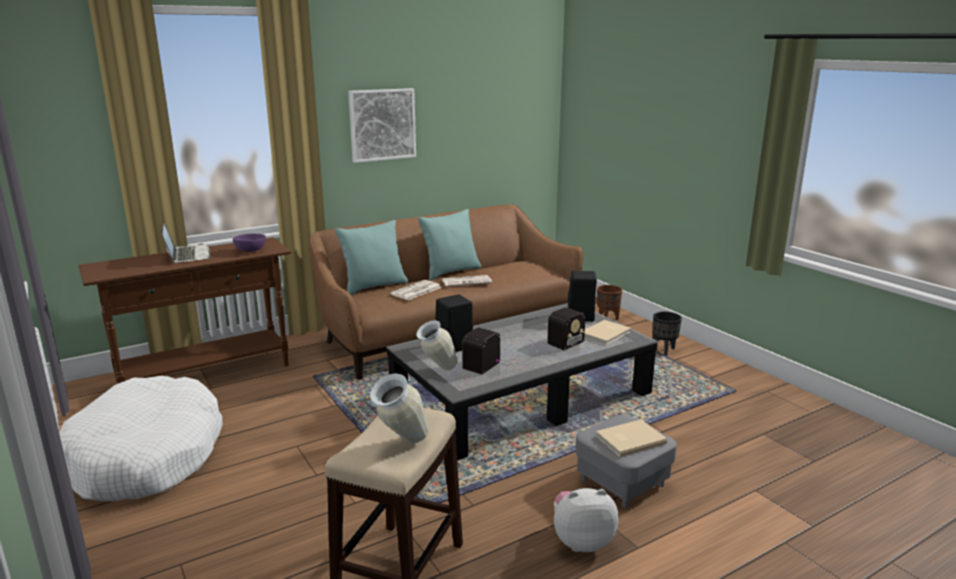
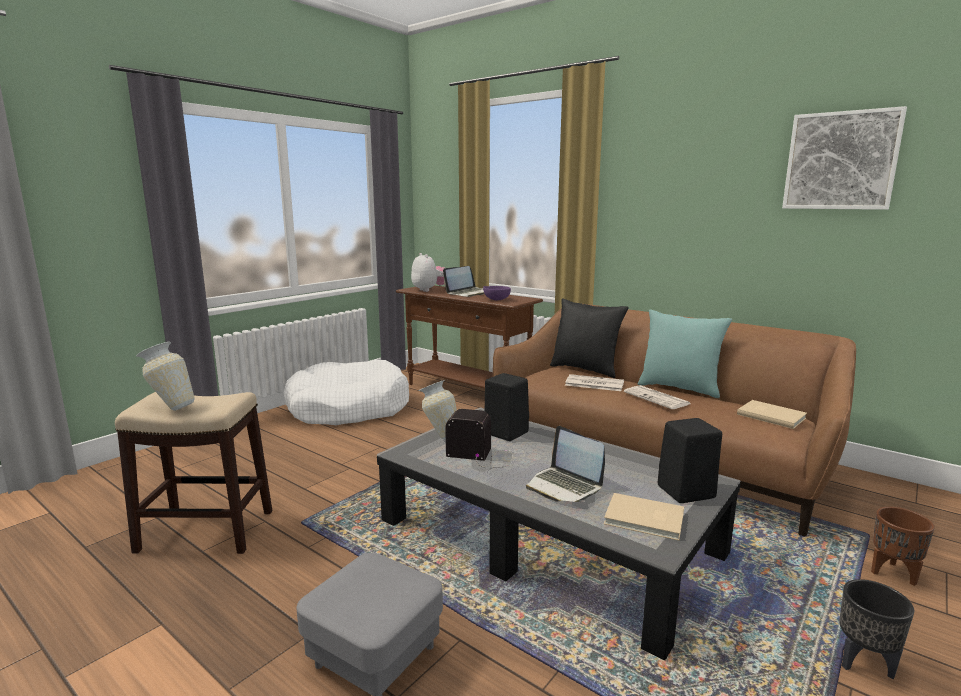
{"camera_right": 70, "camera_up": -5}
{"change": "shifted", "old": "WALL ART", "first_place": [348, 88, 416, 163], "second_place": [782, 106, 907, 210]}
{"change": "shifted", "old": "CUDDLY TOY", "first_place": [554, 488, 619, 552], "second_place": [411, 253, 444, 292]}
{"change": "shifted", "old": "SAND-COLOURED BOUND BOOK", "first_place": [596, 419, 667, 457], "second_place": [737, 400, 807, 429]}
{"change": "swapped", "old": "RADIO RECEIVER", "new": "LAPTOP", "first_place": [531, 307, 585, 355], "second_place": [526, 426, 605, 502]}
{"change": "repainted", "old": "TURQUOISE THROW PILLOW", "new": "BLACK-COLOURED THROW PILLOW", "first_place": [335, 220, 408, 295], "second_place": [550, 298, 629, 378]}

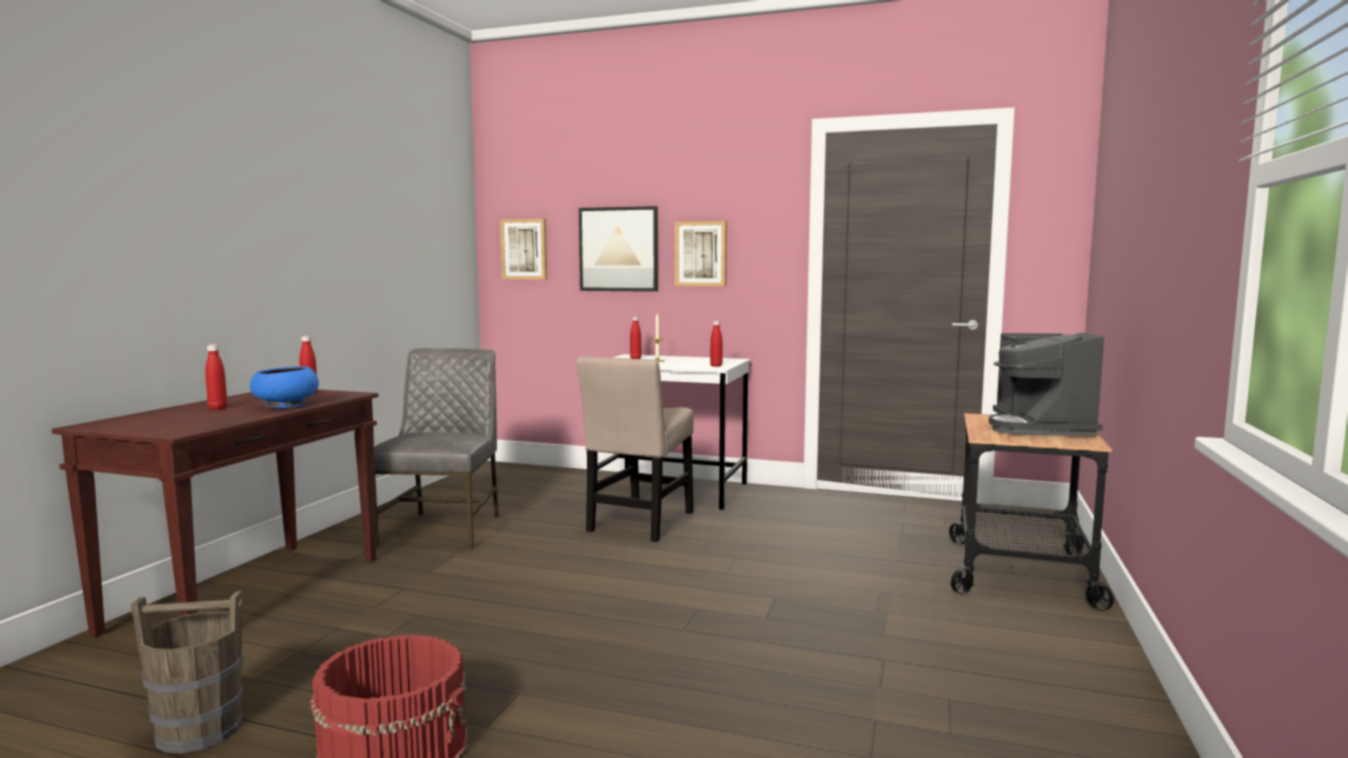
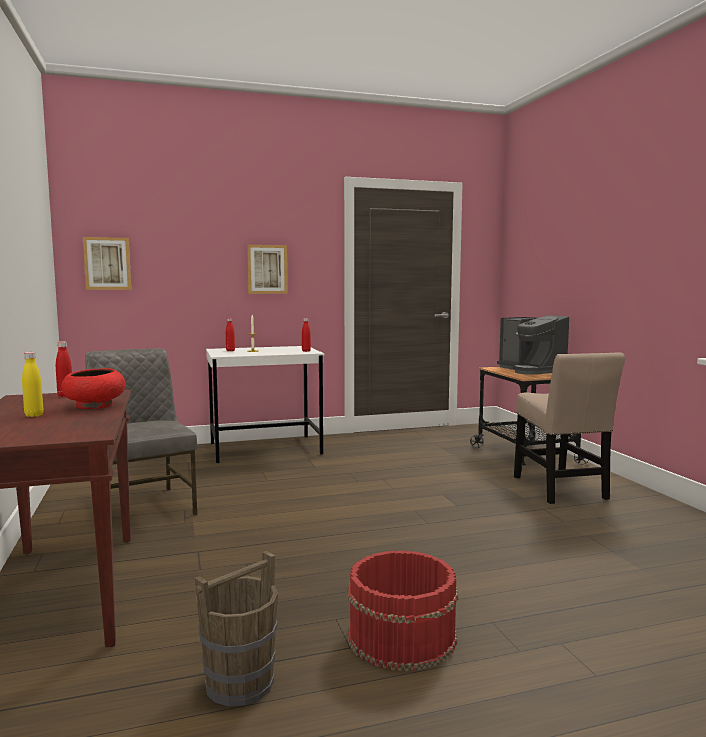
{"camera_right": -35, "camera_up": 0}
{"change": "gone", "old": "WALL ART", "first_place": [579, 206, 658, 292]}
{"change": "shifted", "old": "SAND-COLOURED PLAIN CHAIR", "first_place": [576, 356, 694, 542], "second_place": [514, 352, 625, 504]}
{"change": "repainted", "old": "RED-COLOURED BOTTLE", "new": "YELLOW-COLOURED BOTTLE", "first_place": [205, 344, 227, 410], "second_place": [22, 352, 43, 417]}
{"change": "repainted", "old": "BLUE DEEP DISH", "new": "RED-COLOURED DEEP DISH", "first_place": [250, 366, 319, 408], "second_place": [61, 368, 125, 409]}

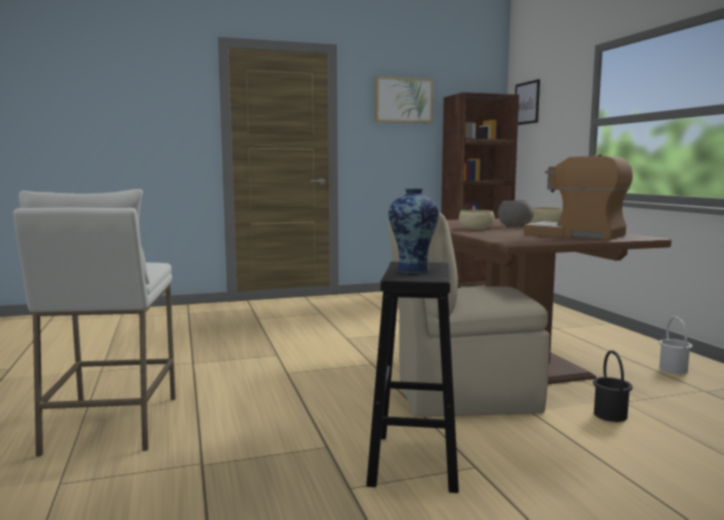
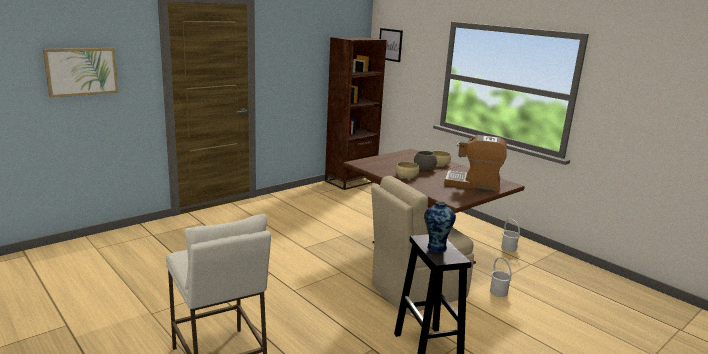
{"camera_right": -25, "camera_up": 10}
{"change": "shifted", "old": "WALL ART", "first_place": [375, 76, 433, 123], "second_place": [43, 48, 119, 98]}
{"change": "repainted", "old": "BLACK-COLOURED WATER BUCKET", "new": "WHITE-COLOURED WATER BUCKET", "first_place": [593, 351, 633, 422], "second_place": [490, 257, 512, 297]}

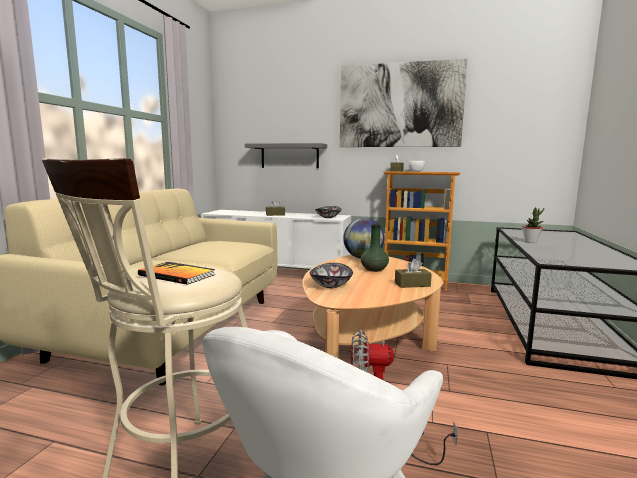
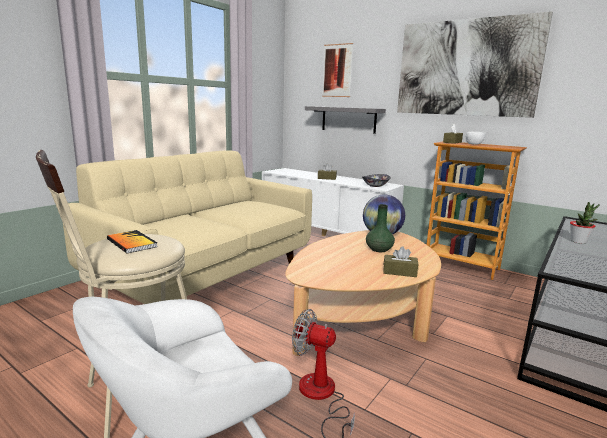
{"camera_right": 20, "camera_up": 5}
{"change": "gone", "old": "DEEP DISH", "first_place": [310, 263, 353, 288]}
{"change": "new", "new": "WALL ART", "second_place": [322, 43, 353, 97]}

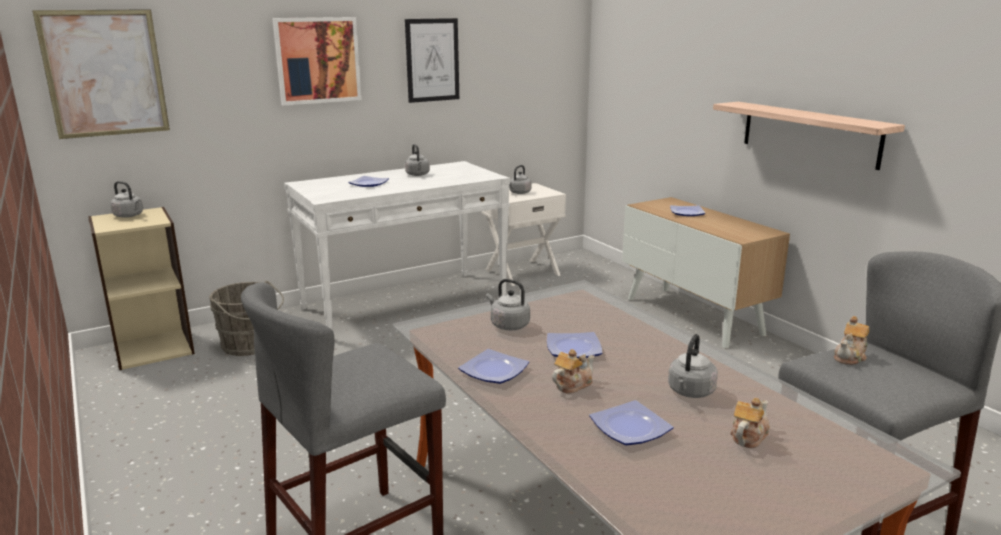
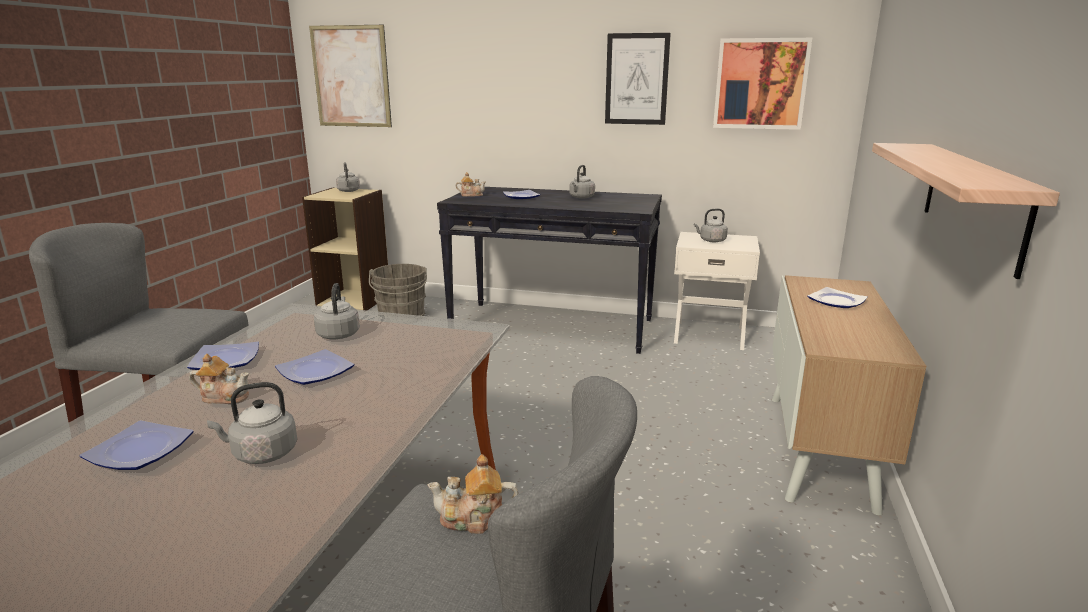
{"camera_right": 45, "camera_up": 0}
{"change": "shifted", "old": "WALL ART", "first_place": [272, 17, 362, 106], "second_place": [713, 38, 812, 130]}
{"change": "shifted", "old": "TEA POT", "first_place": [730, 398, 770, 448], "second_place": [456, 172, 486, 197]}
{"change": "repainted", "old": "WHITE-COLOURED CONSOLE TABLE", "new": "BLACK-COLOURED CONSOLE TABLE", "first_place": [284, 161, 510, 330], "second_place": [437, 187, 662, 354]}

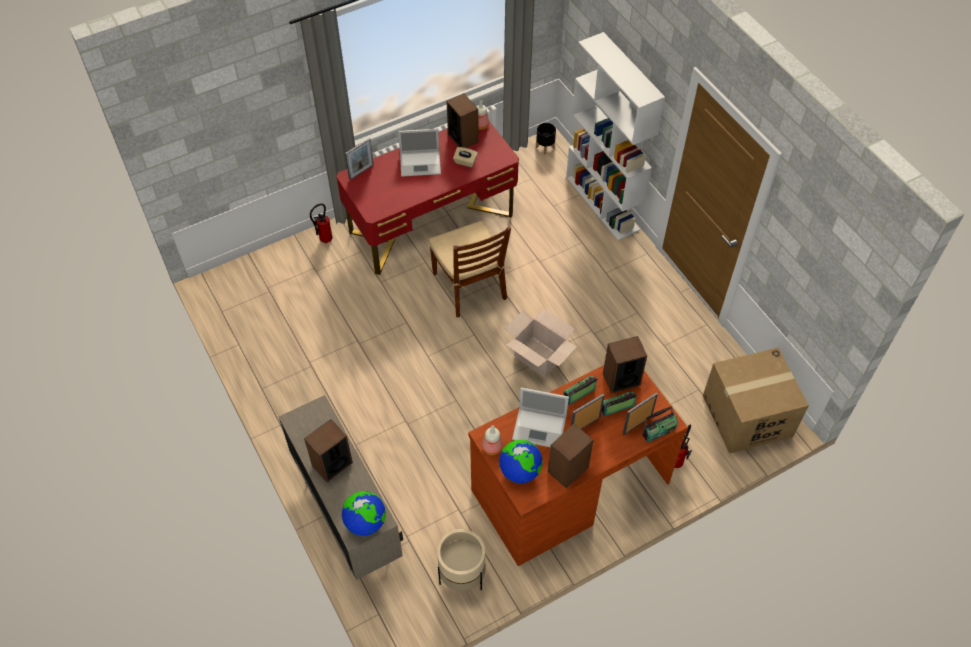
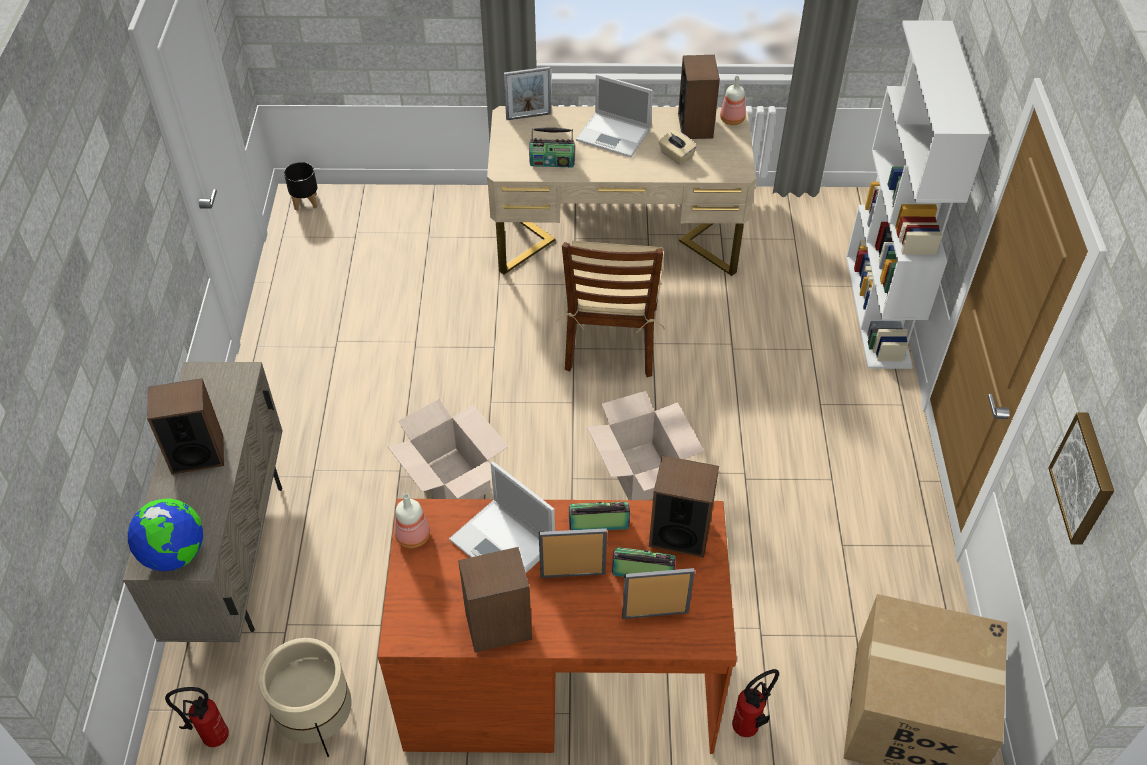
{"camera_right": 30, "camera_up": -5}
{"change": "gone", "old": "DESK GLOBE", "first_place": [499, 440, 543, 483]}
{"change": "new", "new": "CARTON", "second_place": [388, 399, 509, 499]}
{"change": "new", "new": "WALL ART", "second_place": [1048, 412, 1114, 545]}
{"change": "shifted", "old": "FIRE-FIGHTING CYLINDER", "first_place": [310, 203, 333, 243], "second_place": [165, 687, 229, 747]}
{"change": "shifted", "old": "BLACK-COLOURED FLOWER POT", "first_place": [536, 123, 556, 155], "second_place": [284, 162, 317, 210]}
{"change": "shifted", "old": "RADIO RECEIVER", "first_place": [642, 406, 678, 443], "second_place": [529, 127, 575, 168]}
{"change": "repainted", "old": "RED-COLOURED DESK UNIT", "new": "SAND-COLOURED DESK UNIT", "first_place": [336, 121, 519, 275], "second_place": [487, 106, 756, 276]}

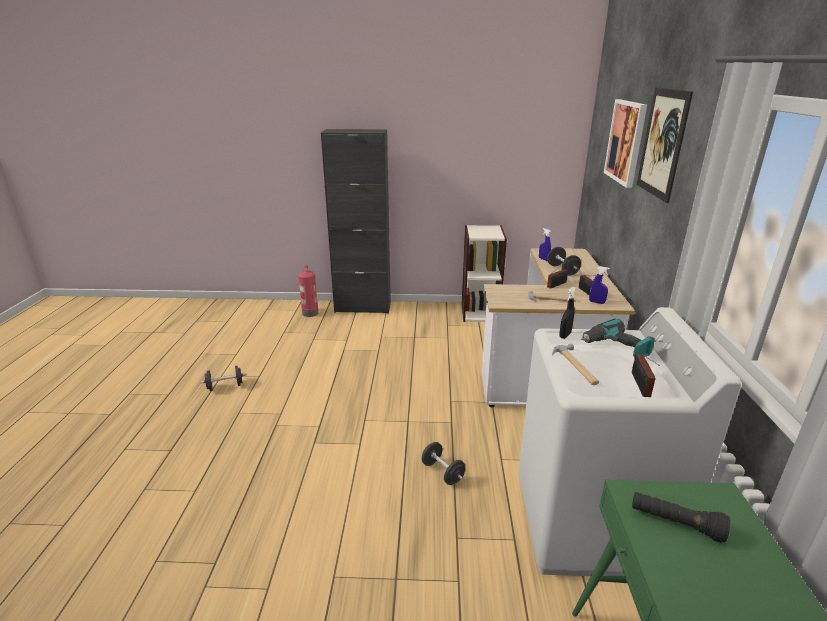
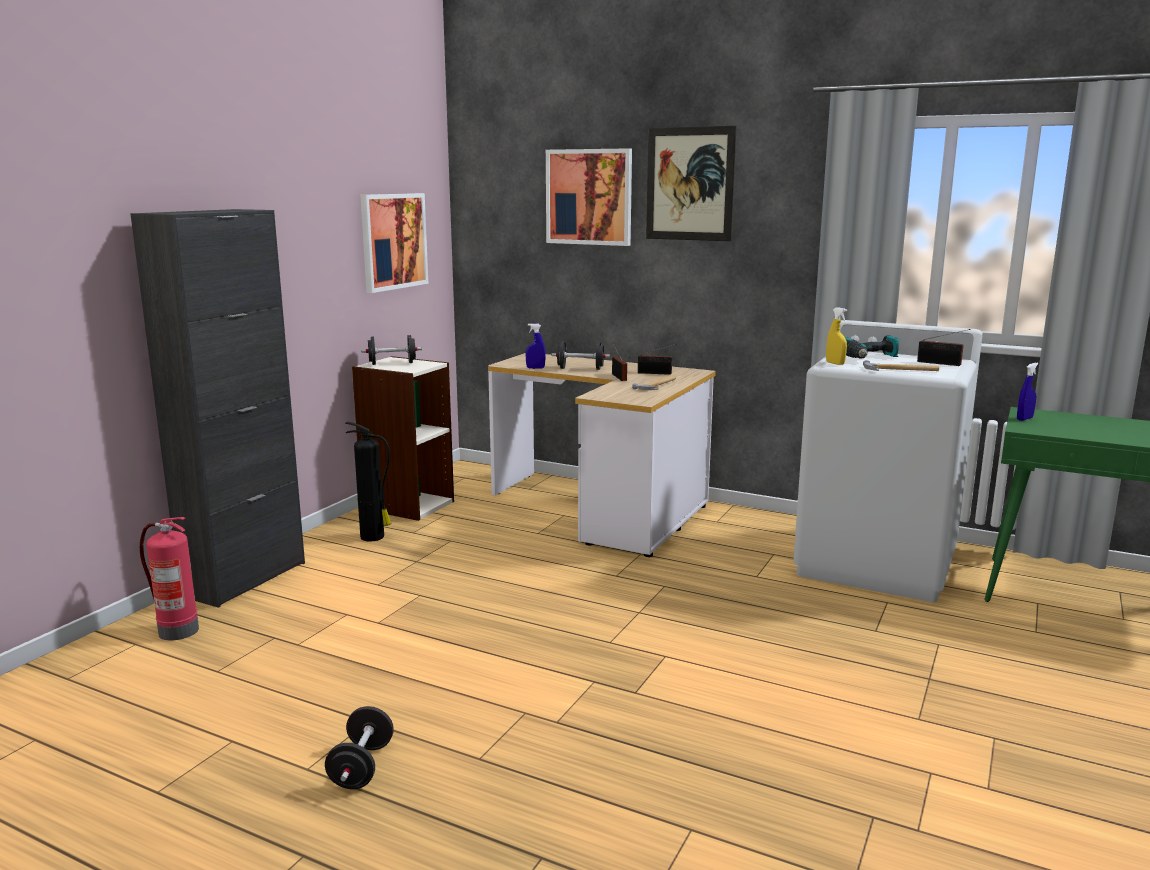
{"camera_right": -65, "camera_up": -10}
{"change": "gone", "old": "BLACK-COLOURED FLASHLIGHT", "first_place": [632, 492, 730, 543]}
{"change": "new", "new": "FIRE-FIGHTING CYLINDER", "second_place": [345, 422, 392, 542]}
{"change": "new", "new": "WALL ART", "second_place": [360, 193, 428, 293]}
{"change": "shifted", "old": "BLACK-COLOURED FREE WEIGHT", "first_place": [421, 442, 465, 485], "second_place": [361, 335, 422, 365]}
{"change": "shifted", "old": "BLUE SPRAY BOTTLE", "first_place": [589, 266, 610, 304], "second_place": [1017, 363, 1038, 421]}
{"change": "repainted", "old": "BLACK-COLOURED SPRAY BOTTLE", "new": "YELLOW-COLOURED SPRAY BOTTLE", "first_place": [559, 287, 576, 339], "second_place": [826, 307, 847, 365]}

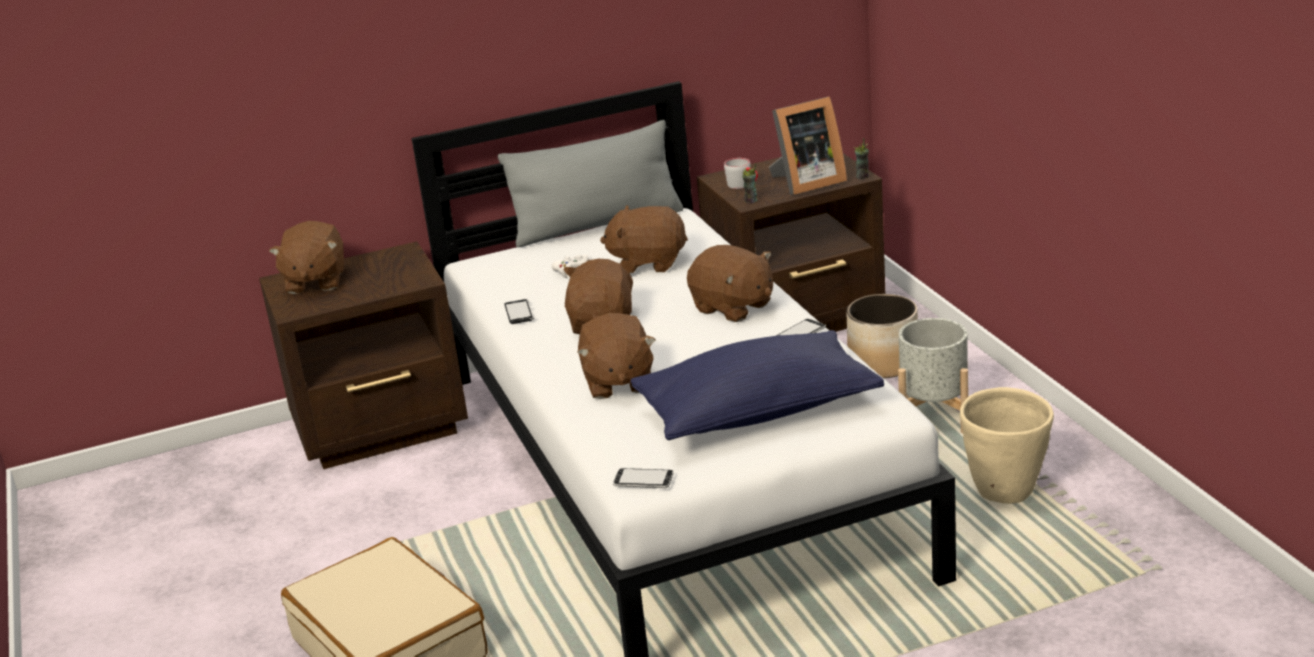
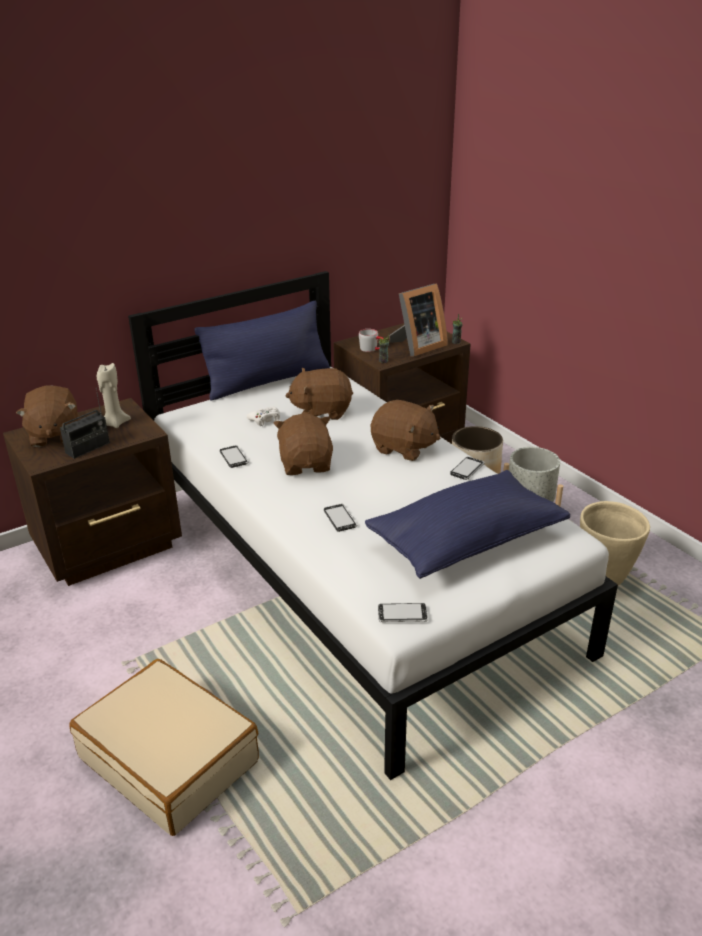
{"camera_right": -15, "camera_up": 5}
{"change": "new", "new": "RADIO RECEIVER", "second_place": [60, 388, 110, 459]}
{"change": "new", "new": "SAND-COLOURED WAX LIGHT", "second_place": [97, 363, 131, 428]}
{"change": "swapped", "old": "BROWN-COLOURED CUDDLY TOY", "new": "HANDSET", "first_place": [577, 313, 656, 399], "second_place": [324, 504, 357, 532]}
{"change": "repainted", "old": "GREYISH THROW PILLOW", "new": "BLUE THROW PILLOW", "first_place": [498, 120, 683, 248], "second_place": [194, 300, 330, 400]}

